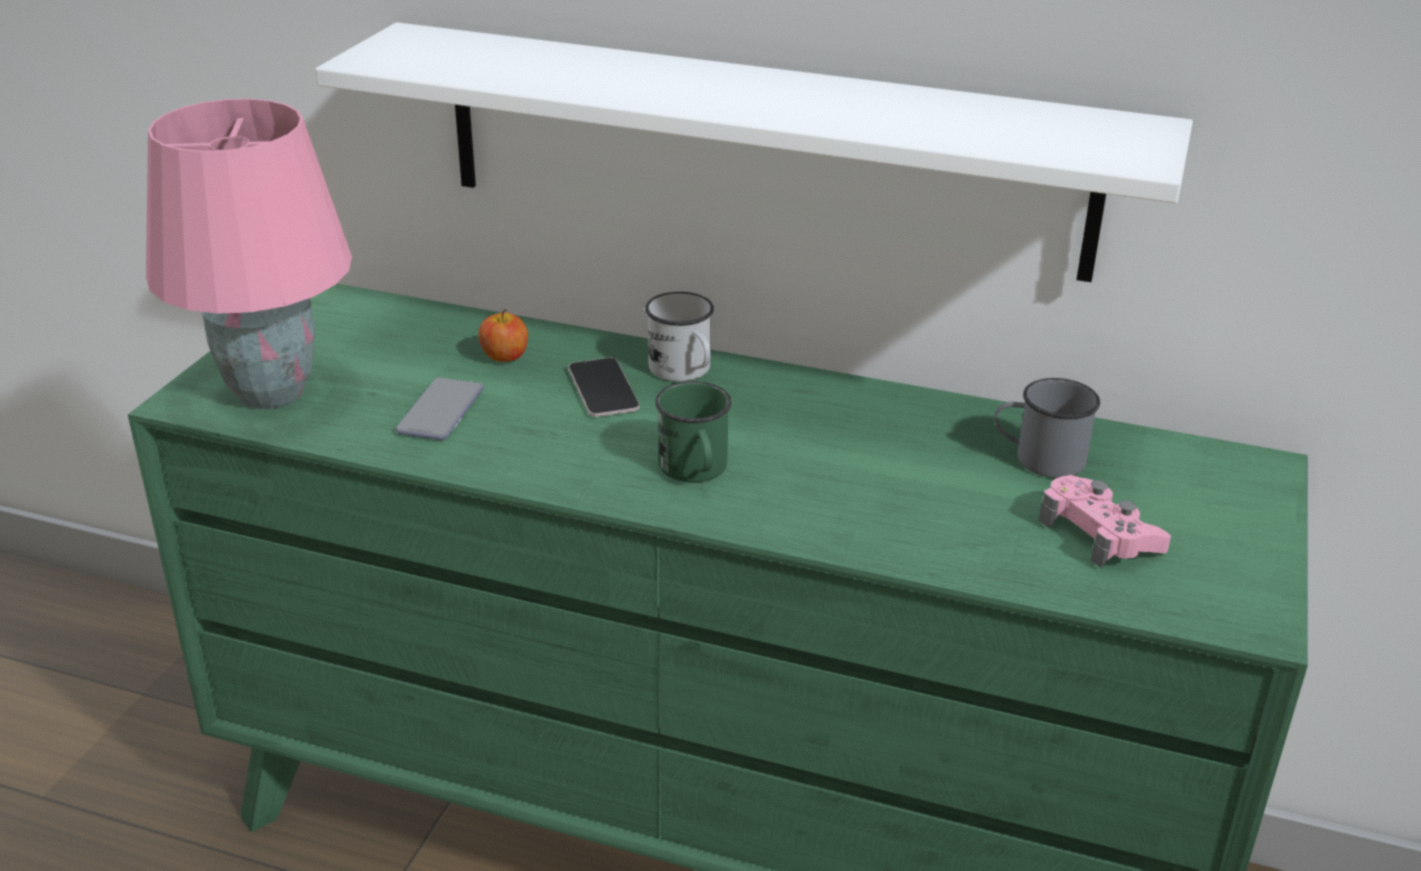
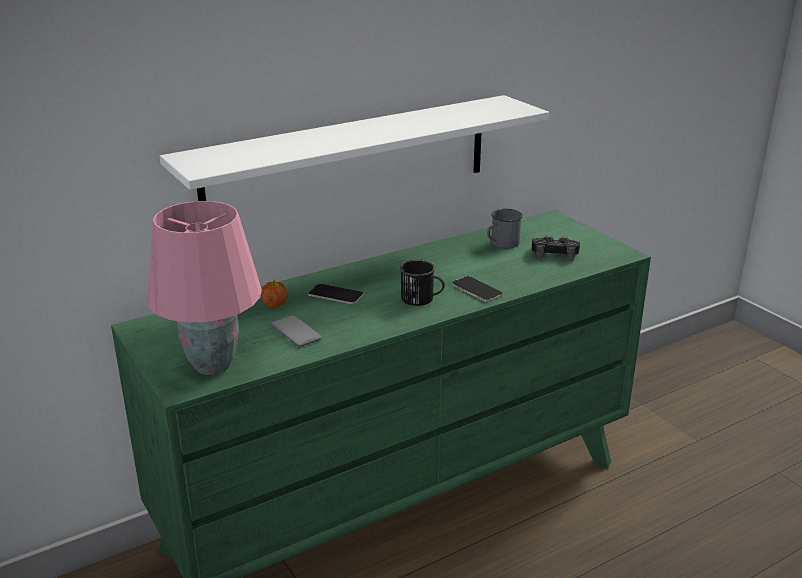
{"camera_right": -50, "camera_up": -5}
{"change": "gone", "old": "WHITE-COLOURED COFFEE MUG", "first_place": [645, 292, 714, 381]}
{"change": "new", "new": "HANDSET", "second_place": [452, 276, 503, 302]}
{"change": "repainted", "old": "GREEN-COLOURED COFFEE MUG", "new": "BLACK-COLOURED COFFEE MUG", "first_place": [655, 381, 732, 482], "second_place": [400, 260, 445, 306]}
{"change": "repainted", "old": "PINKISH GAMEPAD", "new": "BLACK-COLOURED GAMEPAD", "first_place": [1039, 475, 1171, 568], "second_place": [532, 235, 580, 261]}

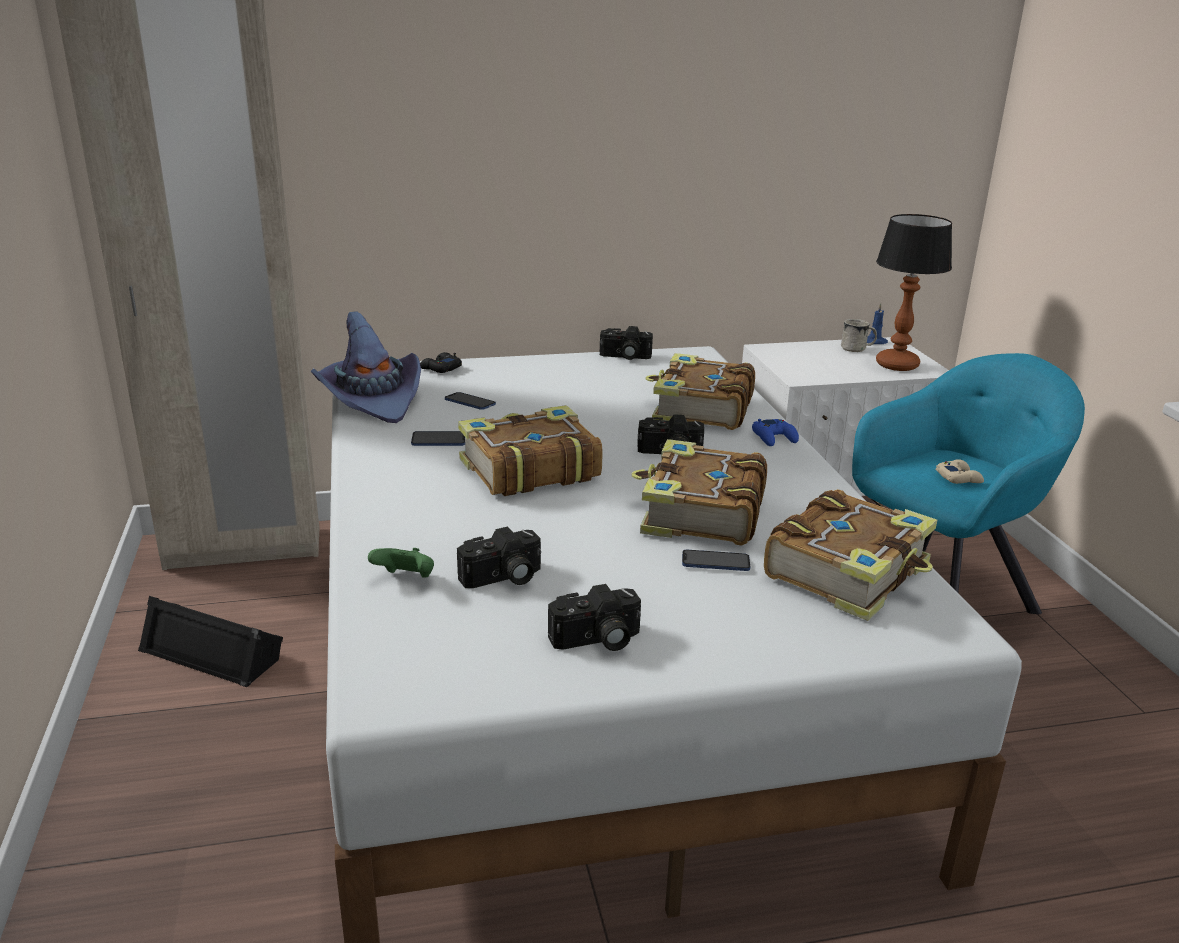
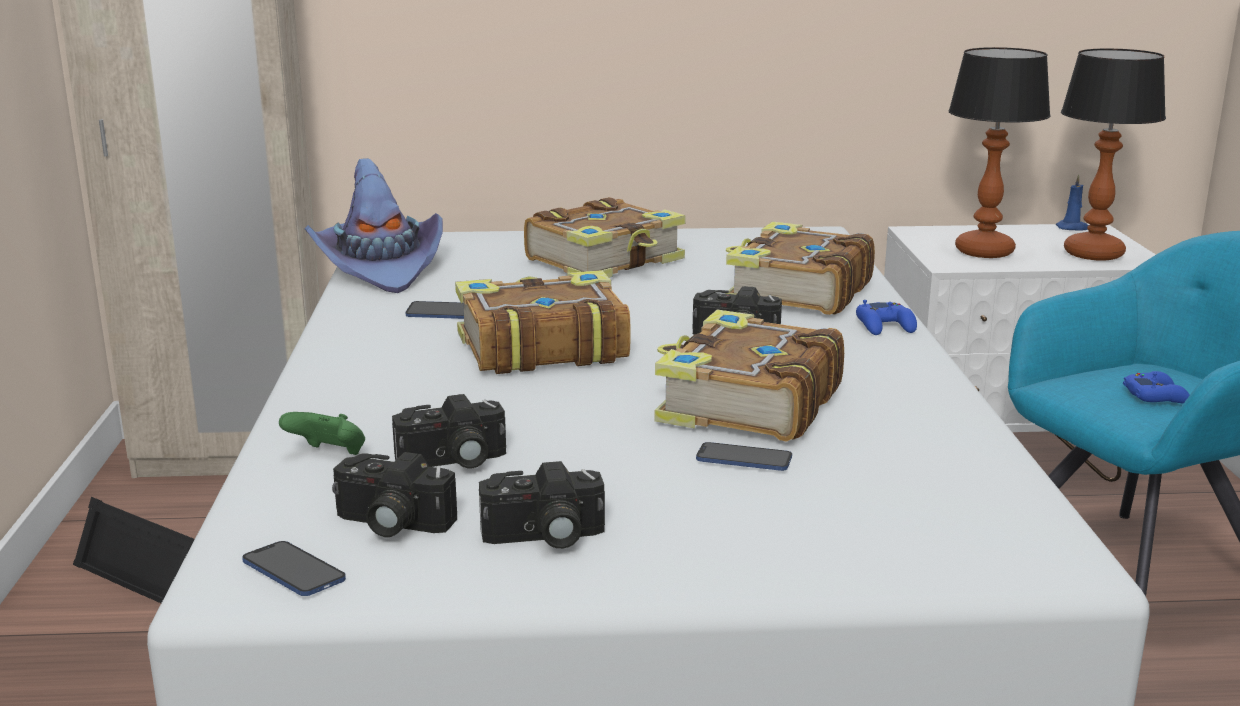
{"camera_right": 10, "camera_up": -5}
{"change": "gone", "old": "BLACK-COLOURED GAMEPAD", "first_place": [420, 352, 462, 373]}
{"change": "gone", "old": "WHITE-COLOURED COFFEE MUG", "first_place": [841, 319, 877, 352]}
{"change": "new", "new": "TABLETOP LAMP", "second_place": [948, 47, 1051, 258]}
{"change": "shifted", "old": "HANDSET", "first_place": [445, 392, 496, 410], "second_place": [242, 541, 346, 596]}
{"change": "shifted", "old": "STILL CAMERA", "first_place": [600, 326, 653, 360], "second_place": [332, 452, 458, 537]}
{"change": "shifted", "old": "BOUND BOOK", "first_place": [764, 489, 937, 621], "second_place": [524, 197, 686, 278]}
{"change": "repainted", "old": "SAND-COLOURED GAMEPAD", "new": "BLUE GAMEPAD", "first_place": [936, 459, 984, 484], "second_place": [1123, 371, 1190, 404]}

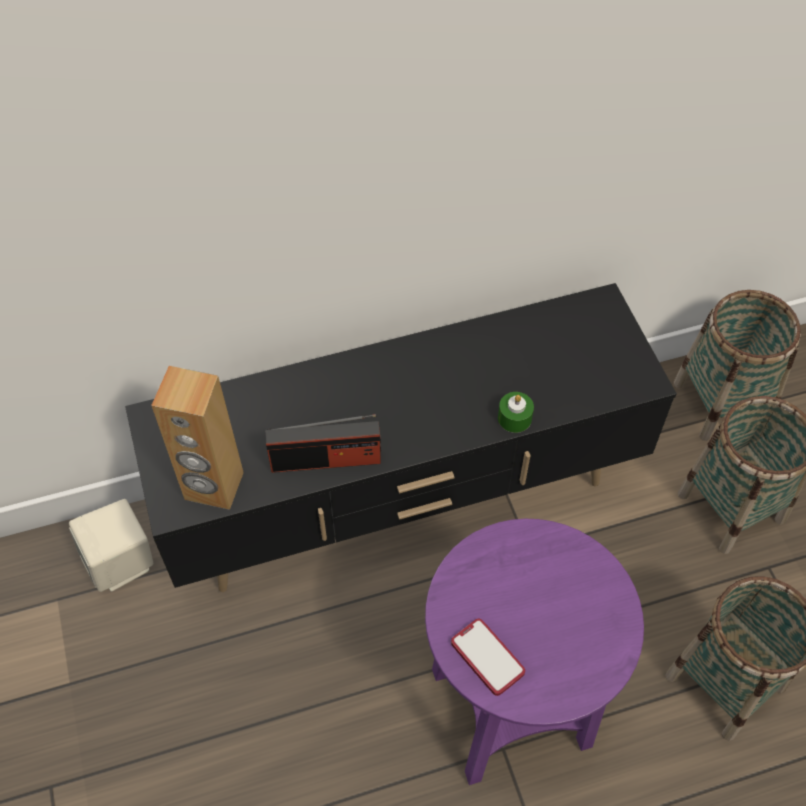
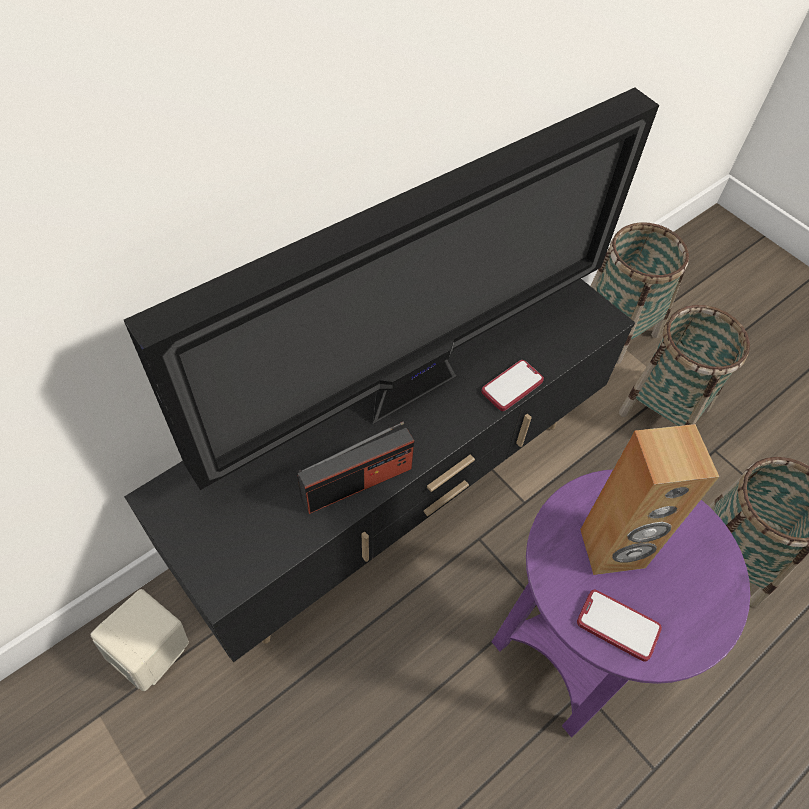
{"camera_right": -25, "camera_up": 0}
{"change": "new", "new": "TELEVISION", "second_place": [124, 88, 659, 490]}
{"change": "shifted", "old": "BROWN-COLOURED LOUDSPEAKER", "first_place": [151, 366, 244, 510], "second_place": [580, 424, 719, 575]}
{"change": "swapped", "old": "GREEN-COLOURED WAX LIGHT", "new": "HANDSET", "first_place": [498, 392, 534, 433], "second_place": [482, 360, 544, 411]}

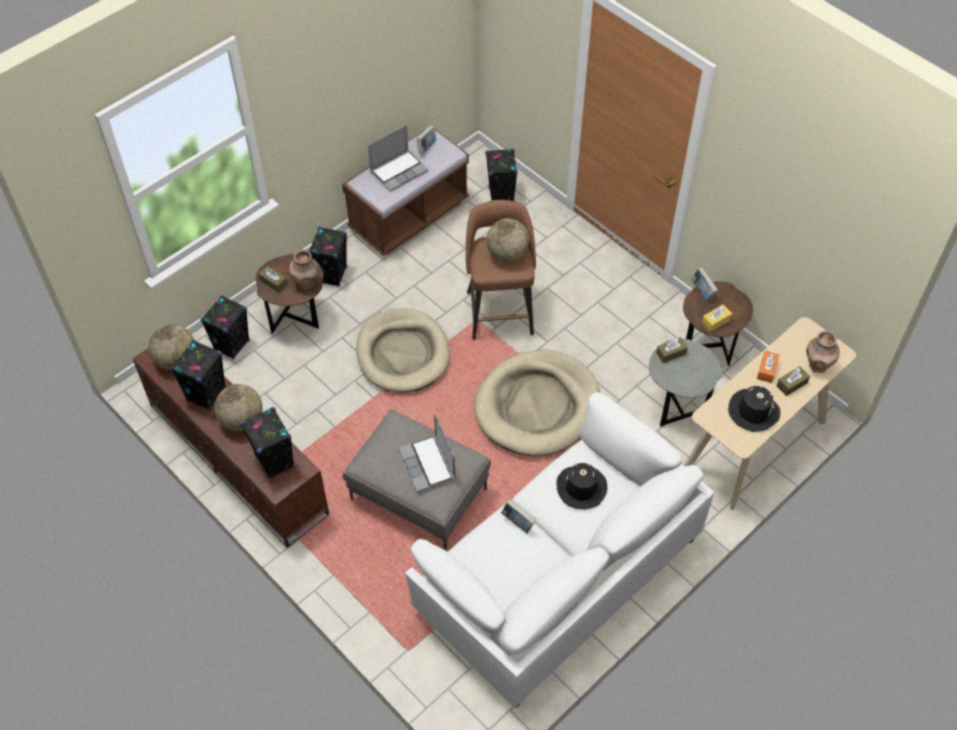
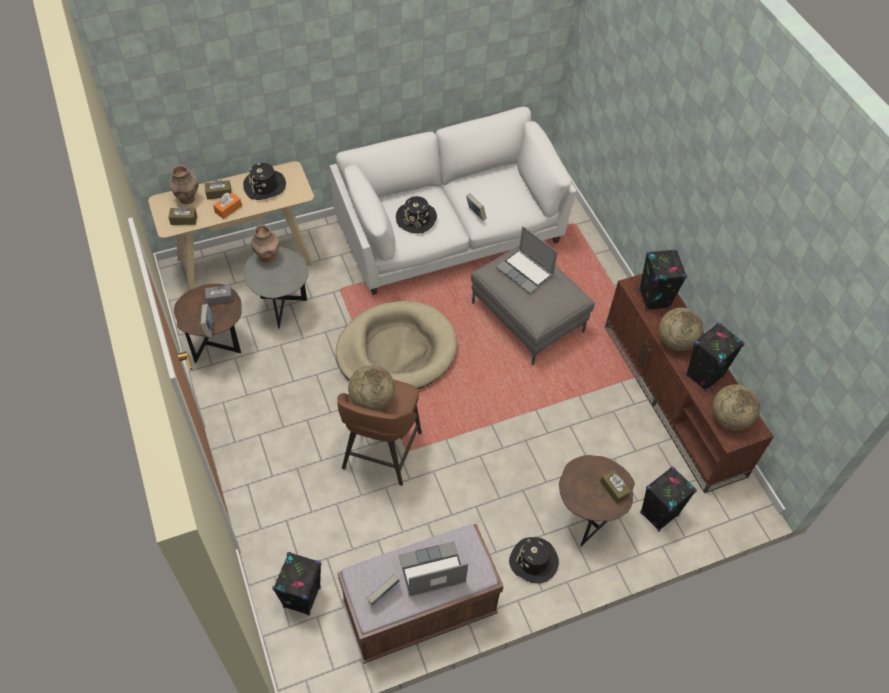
{"camera_right": -160, "camera_up": 0}
{"change": "gone", "old": "SAND-COLOURED DOG BED", "first_place": [356, 308, 450, 392]}
{"change": "shifted", "old": "BROWN-COLOURED FLOWER VASE", "first_place": [289, 250, 319, 290], "second_place": [251, 225, 280, 263]}
{"change": "shifted", "old": "BROWN-COLOURED BOX OF TISSUES", "first_place": [656, 337, 688, 363], "second_place": [168, 206, 197, 225]}
{"change": "swapped", "old": "BLACK-COLOURED LOUDSPEAKER", "new": "BLACK-COLOURED WEARABLE HAT", "first_place": [308, 227, 347, 287], "second_place": [509, 537, 559, 583]}
{"change": "repainted", "old": "YELLOW-COLOURED BOX OF TISSUES", "new": "GREYISH BOX OF TISSUES", "first_place": [702, 304, 732, 332], "second_place": [205, 285, 233, 305]}
{"change": "rotated", "old": "LAPTOP", "first_place": [398, 413, 456, 492], "second_place": [496, 226, 558, 294], "degrees": 135}

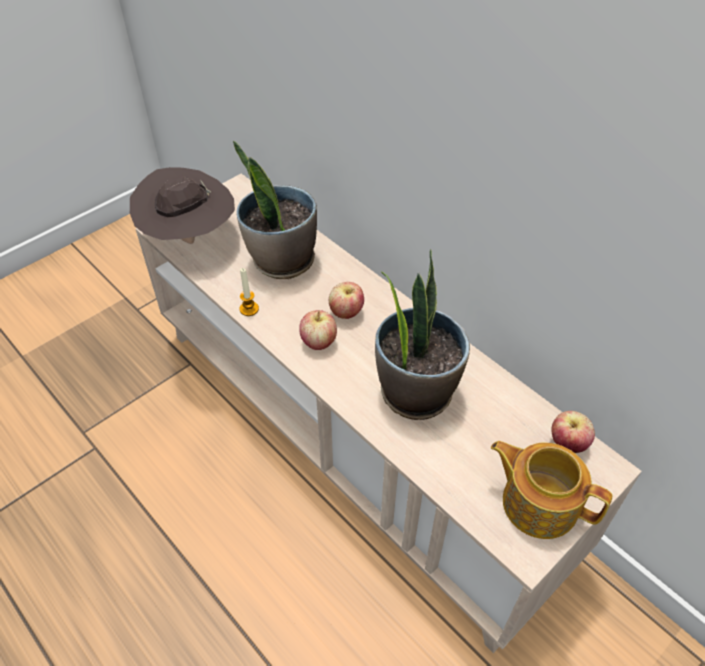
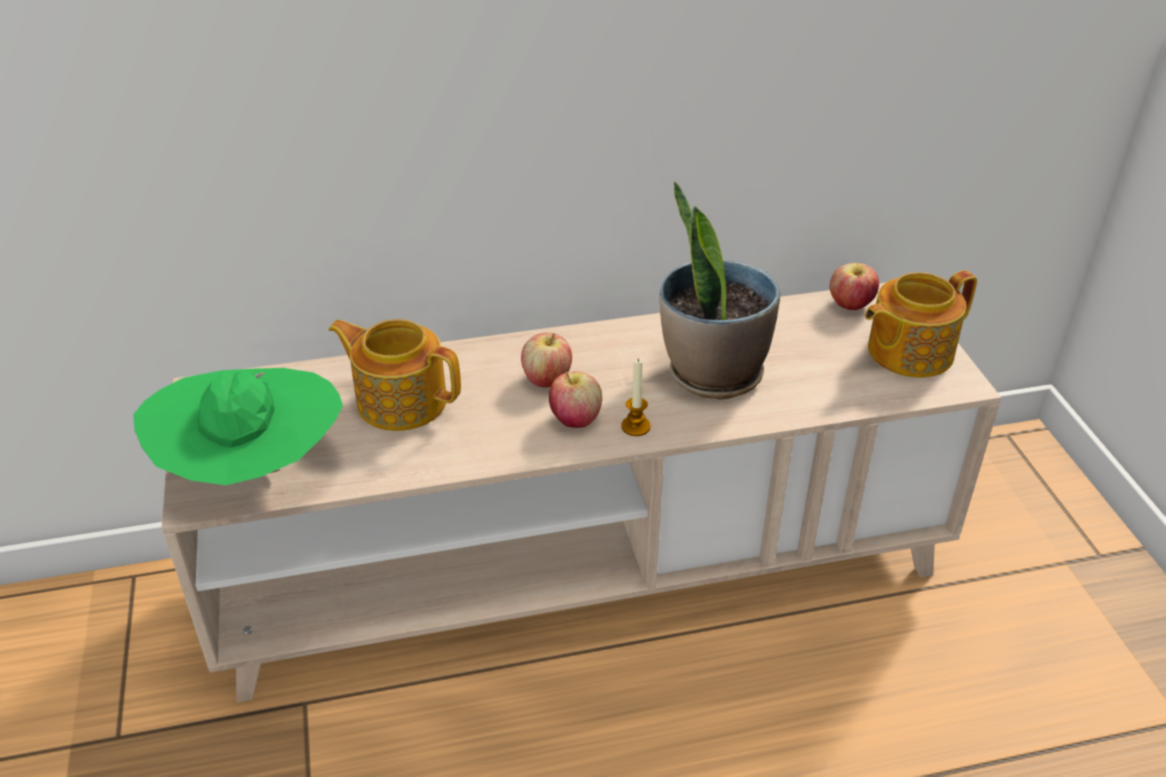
{"camera_right": -60, "camera_up": -10}
{"change": "shifted", "old": "WAX LIGHT", "first_place": [240, 268, 259, 316], "second_place": [621, 358, 650, 436]}
{"change": "swapped", "old": "POTTED PLANT", "new": "TEA POT", "first_place": [233, 141, 317, 279], "second_place": [328, 319, 461, 431]}
{"change": "repainted", "old": "BROWN-COLOURED WEARABLE HAT", "new": "GREEN-COLOURED WEARABLE HAT", "first_place": [130, 167, 235, 244], "second_place": [133, 368, 343, 485]}

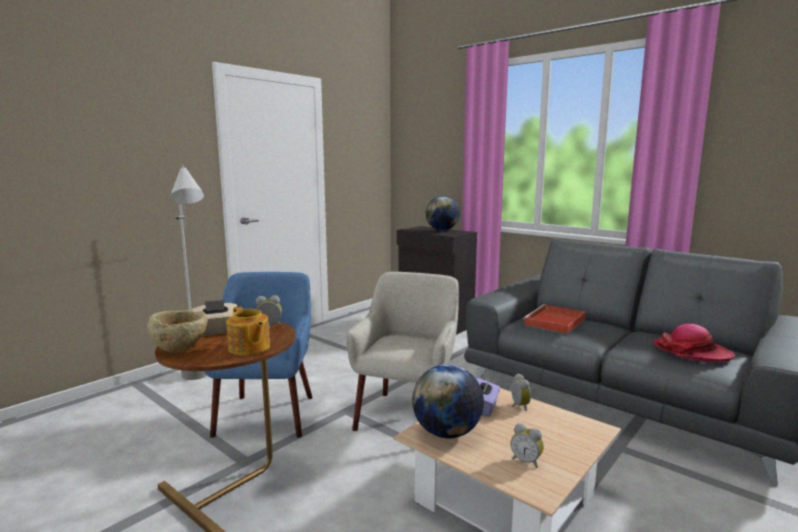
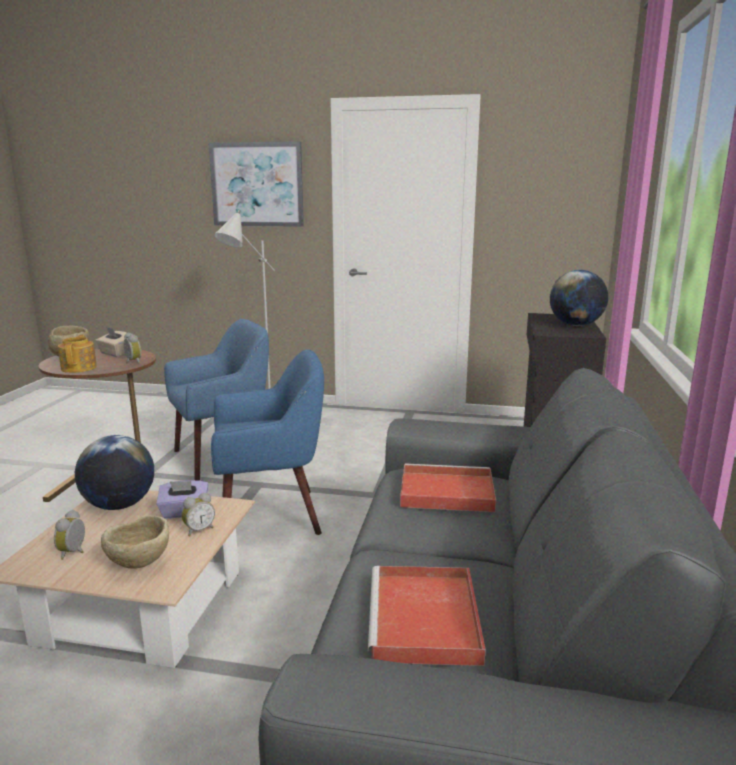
{"camera_right": 60, "camera_up": 5}
{"change": "new", "new": "SAND-COLOURED DEEP DISH", "second_place": [101, 515, 169, 568]}
{"change": "new", "new": "WALL ART", "second_place": [208, 141, 304, 227]}
{"change": "swapped", "old": "WEARABLE HAT", "new": "RED-COLOURED TRAY", "first_place": [653, 324, 735, 362], "second_place": [368, 566, 486, 666]}
{"change": "repainted", "old": "SAND-COLOURED LOUNGE CHAIR", "new": "BLUE LOUNGE CHAIR", "first_place": [346, 272, 459, 431], "second_place": [211, 349, 324, 535]}
{"change": "rotated", "old": "TEA POT", "first_place": [226, 306, 270, 355], "second_place": [58, 334, 97, 373], "degrees": 150}

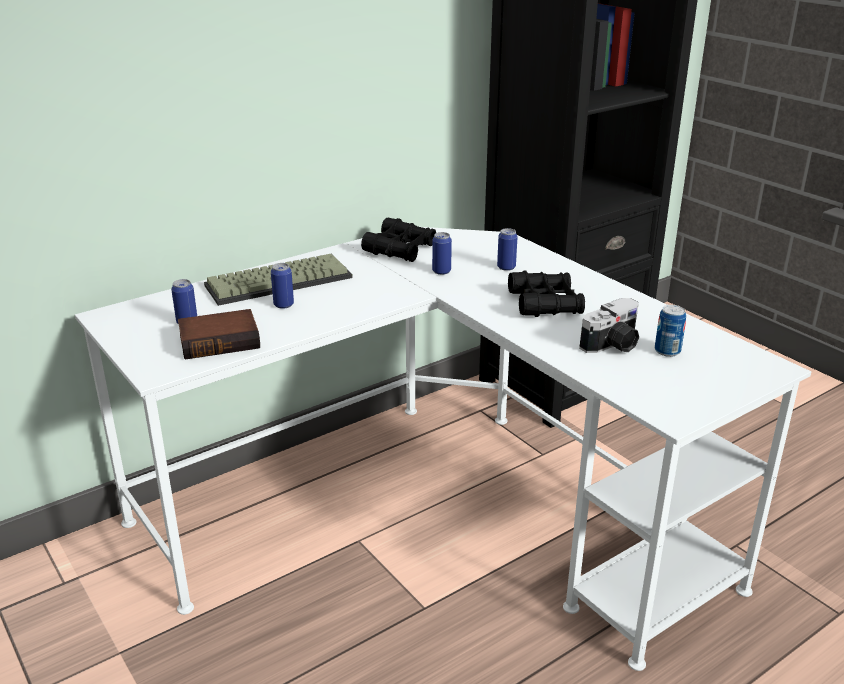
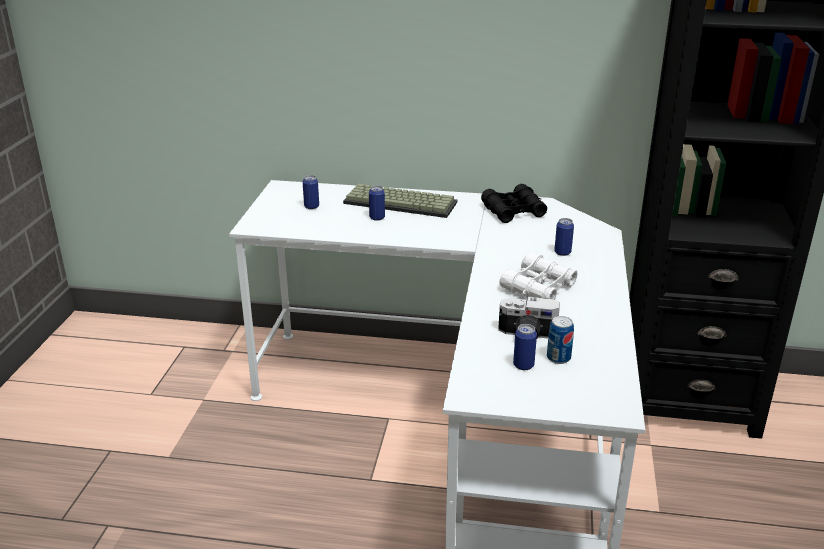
{"camera_right": 45, "camera_up": 0}
{"change": "gone", "old": "BOUND BOOK", "first_place": [178, 309, 260, 360]}
{"change": "shifted", "old": "SEALED CAN", "first_place": [432, 232, 452, 275], "second_place": [513, 324, 537, 370]}
{"change": "repainted", "old": "BLACK-COLOURED FIELD GLASSES", "new": "WHITE-COLOURED FIELD GLASSES", "first_place": [508, 271, 585, 317], "second_place": [499, 252, 577, 300]}

